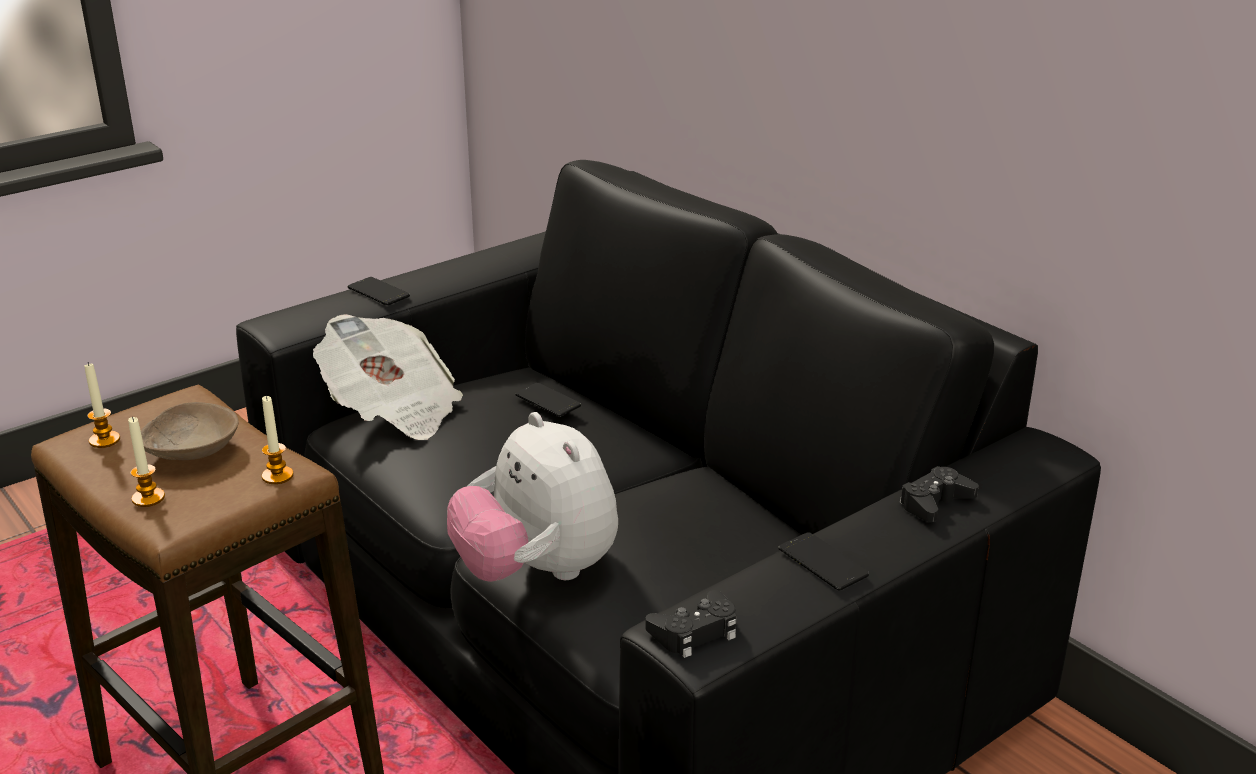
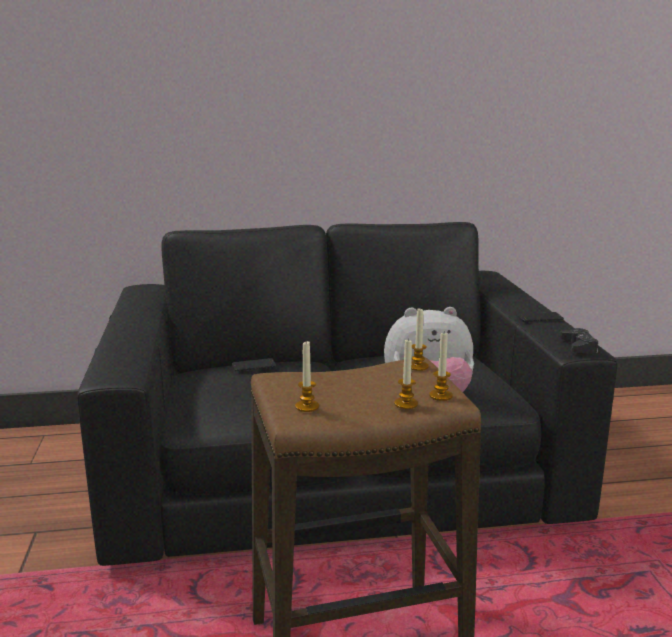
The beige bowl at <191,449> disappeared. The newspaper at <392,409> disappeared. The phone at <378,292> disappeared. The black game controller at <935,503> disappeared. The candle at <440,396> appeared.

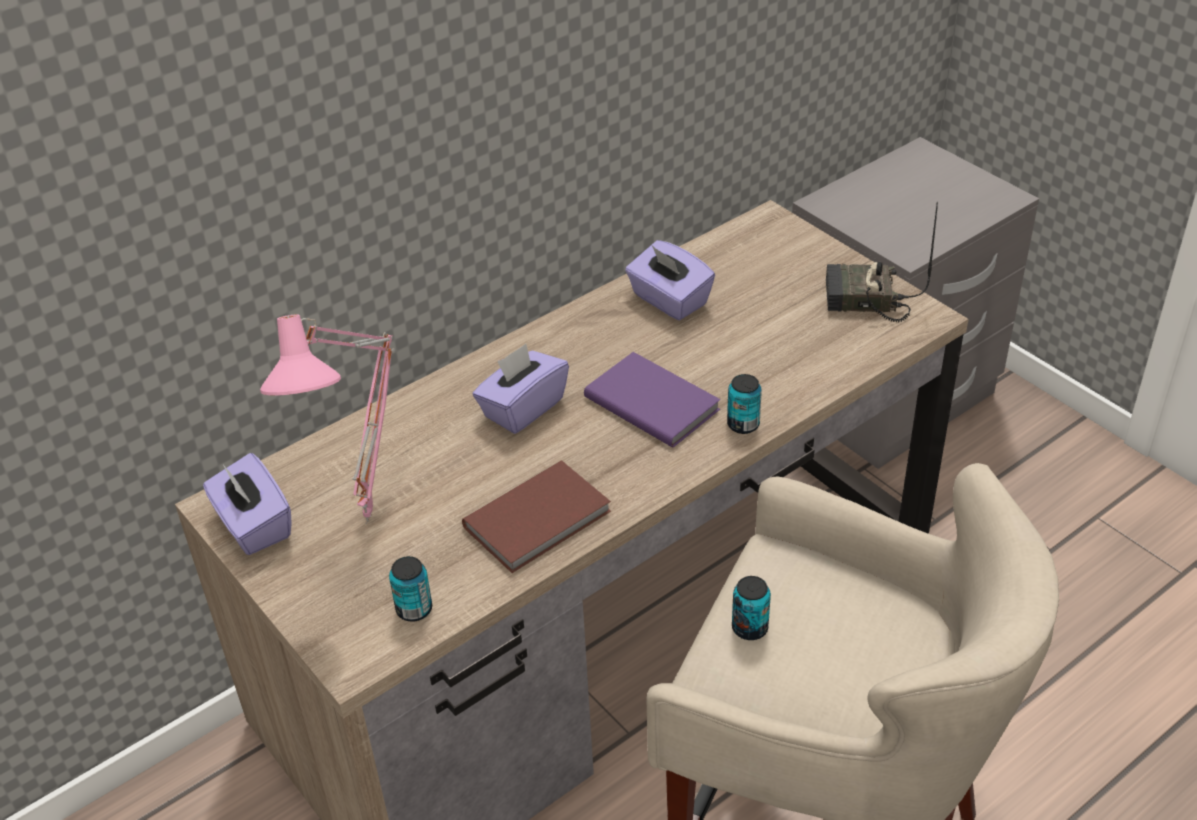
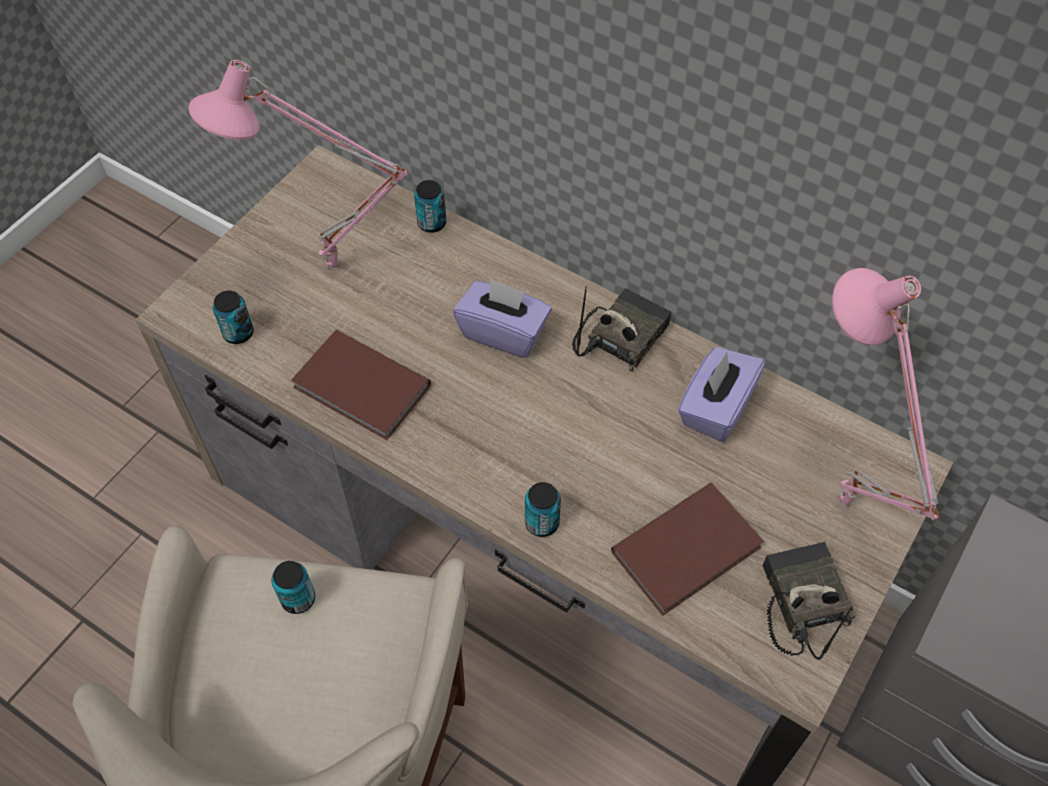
The purple tissue box at <253,525> disappeared. The purple book at <652,401> disappeared. The can at <432,223> appeared. The radio at <620,336> appeared. The brown book at <689,551> appeared. The pink table lamp at <836,504> appeared.

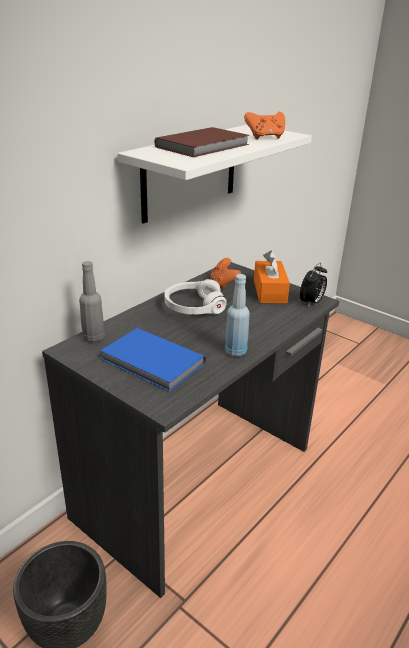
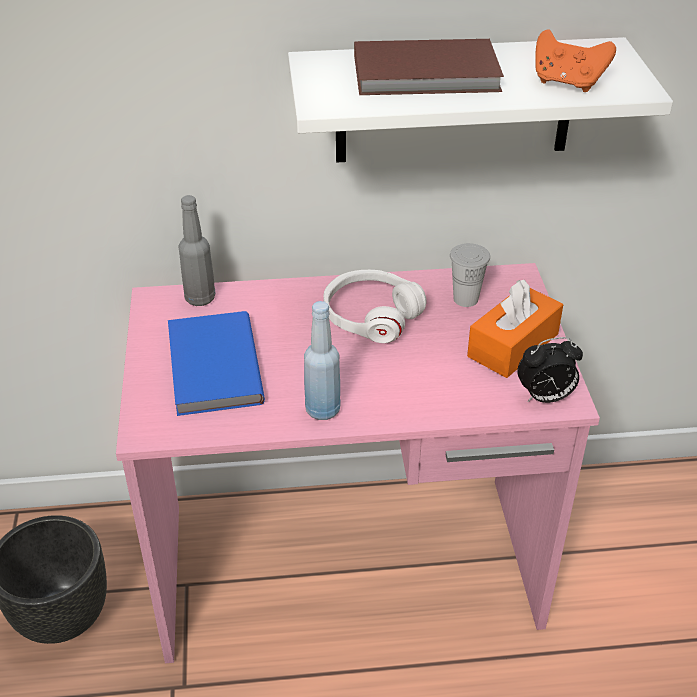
The orange game controller at <223,284> was replaced by the white cup at <465,299>. The grey desk at <199,482> became the pink desk at <349,568>.

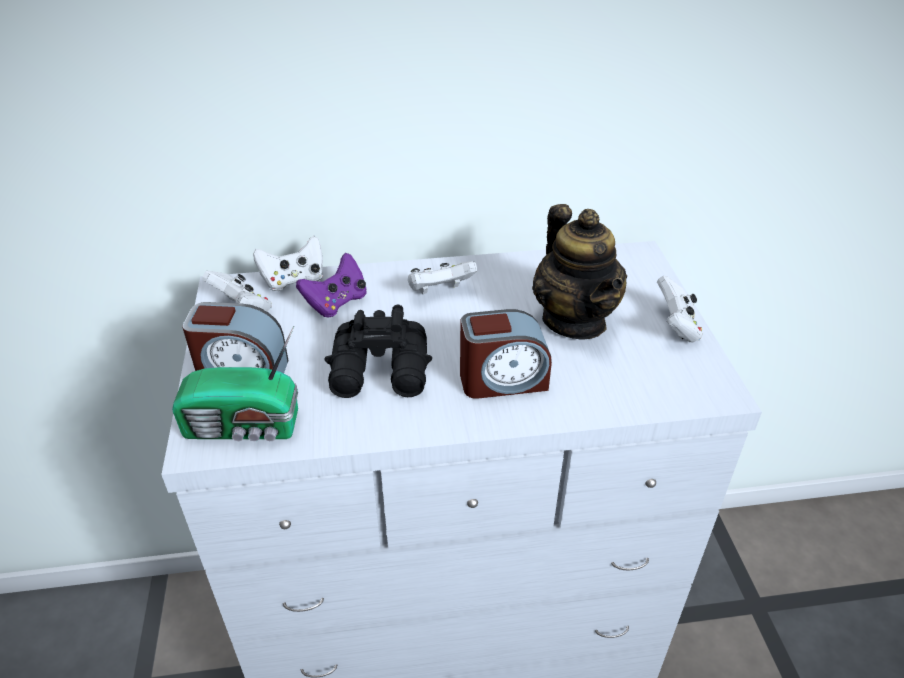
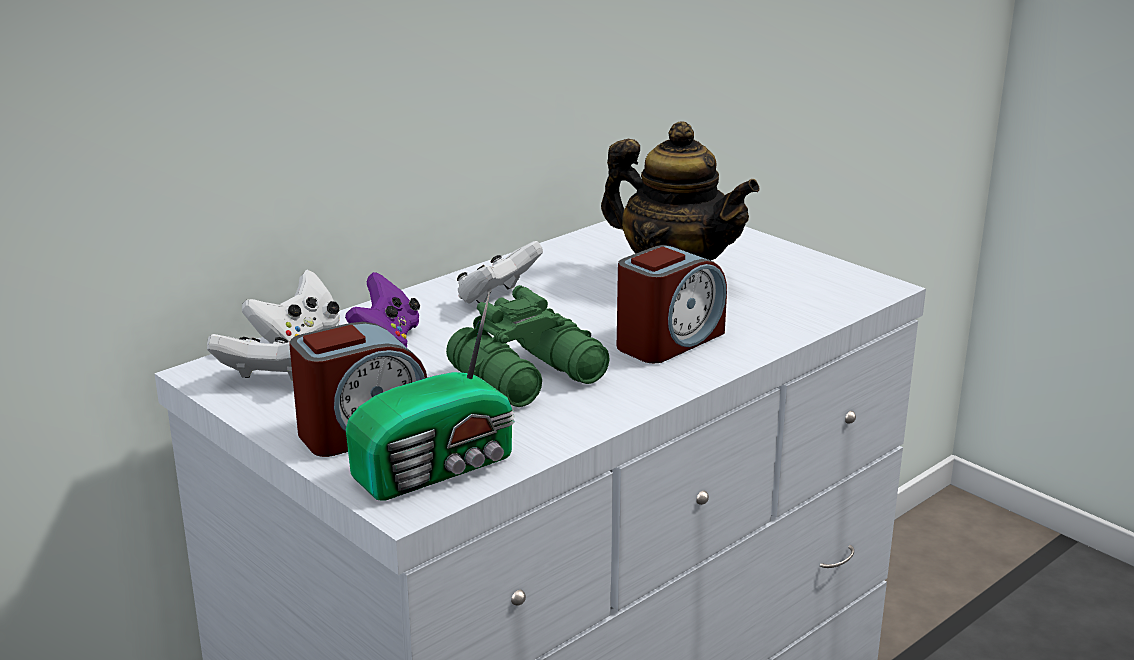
The white game controller at <676,327> disappeared. The black binoculars at <382,373> became the green binoculars at <532,376>.

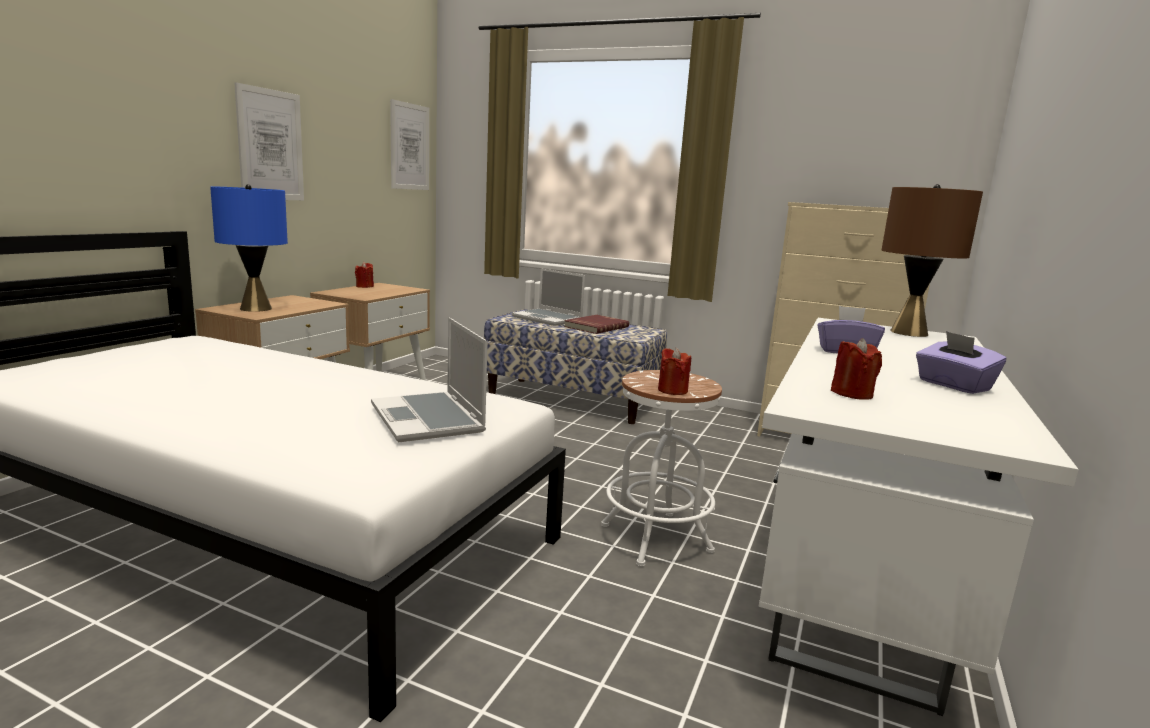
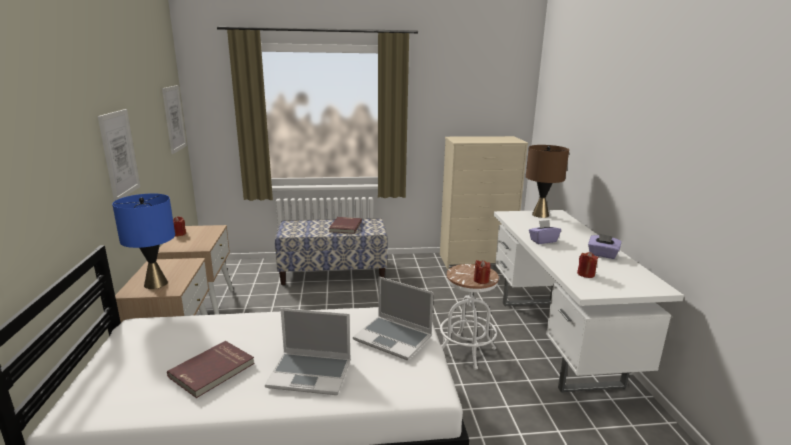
The red book at <213,370> appeared. The laptop moved from <548,319> to <311,374>.

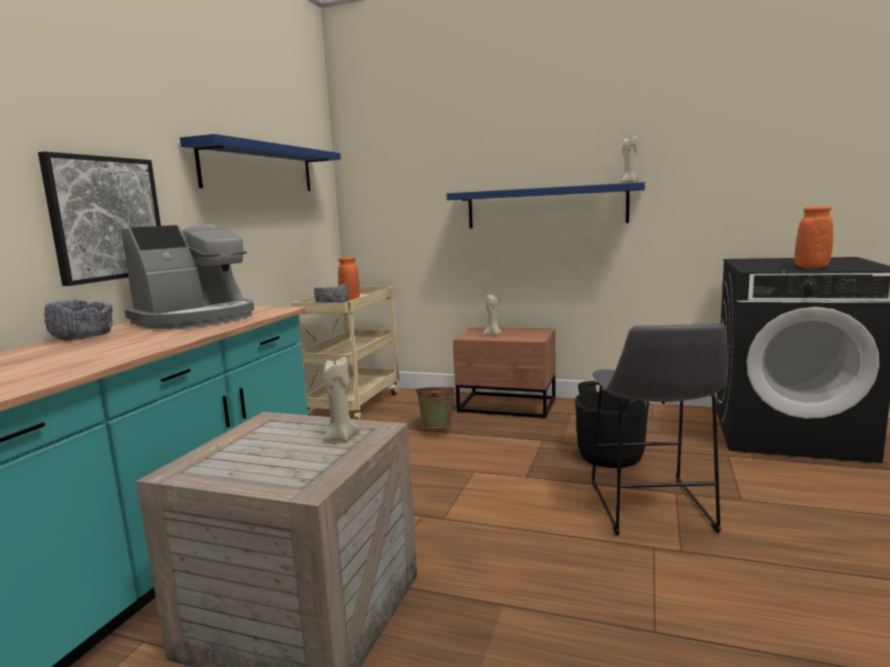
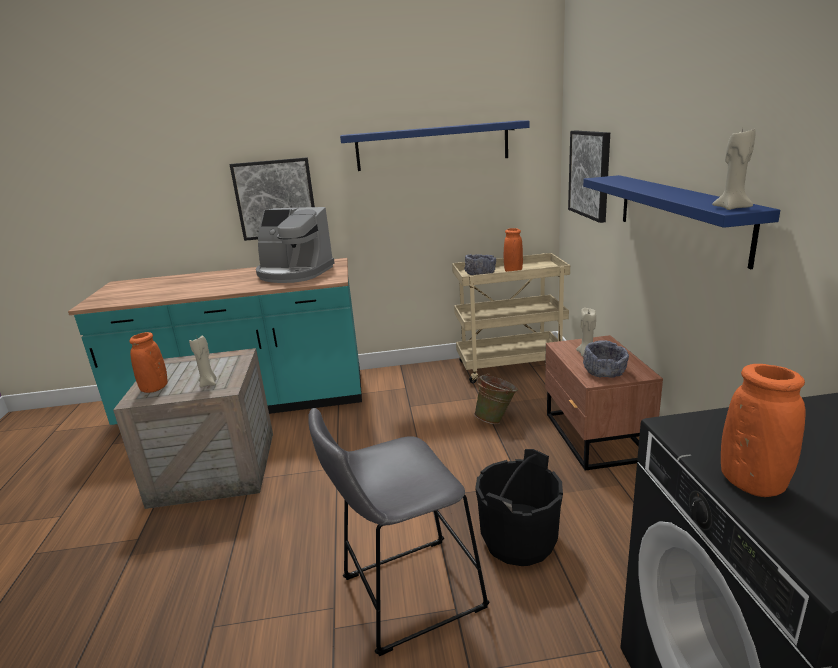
The orange vase at <154,388> appeared. The picture at <590,174> appeared. The grey bowl moved from <83,337> to <604,372>.

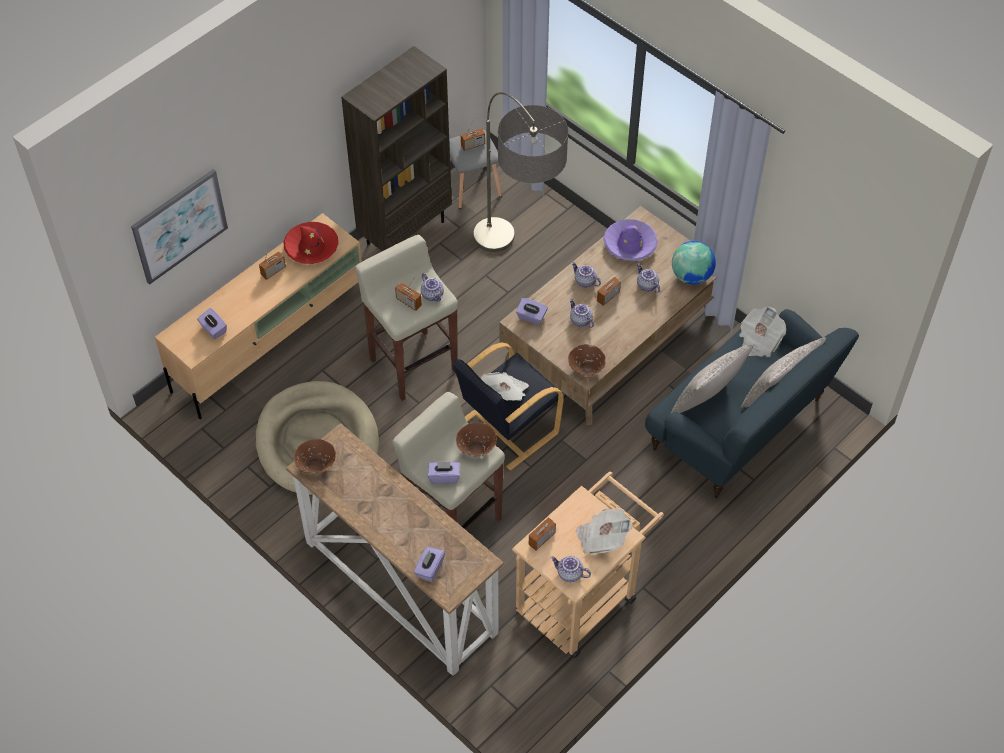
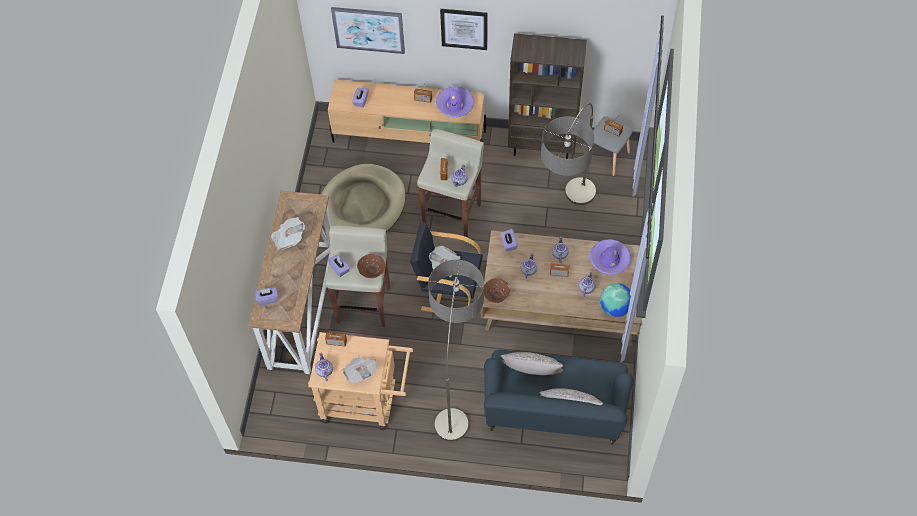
The brown bowl at <316,464> disappeared. The floor lamp at <456,387> appeared. The picture at <464,28> appeared. The newspaper moved from <758,341> to <288,238>. The red hat at <311,247> became the purple hat at <455,105>.

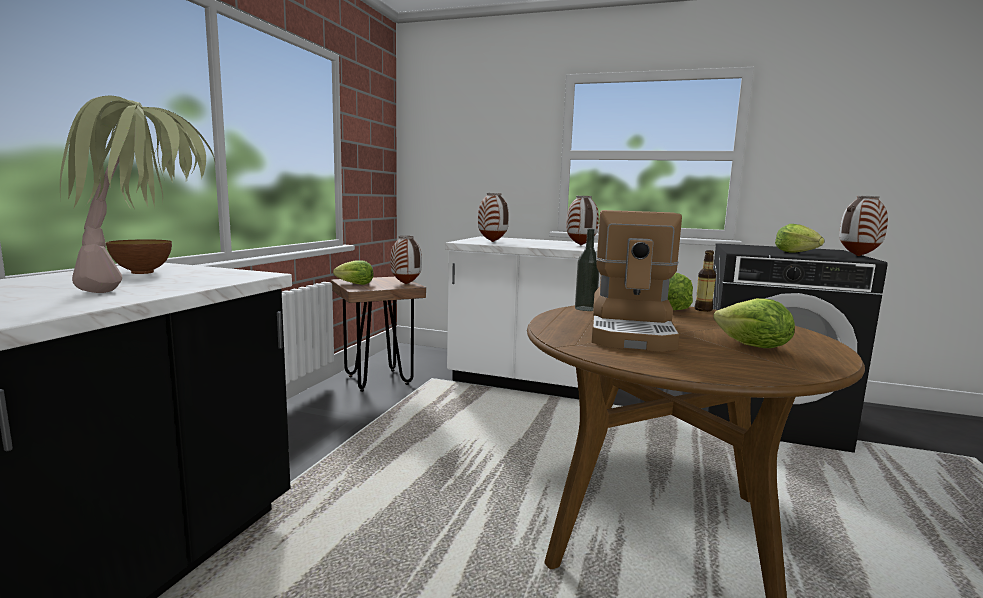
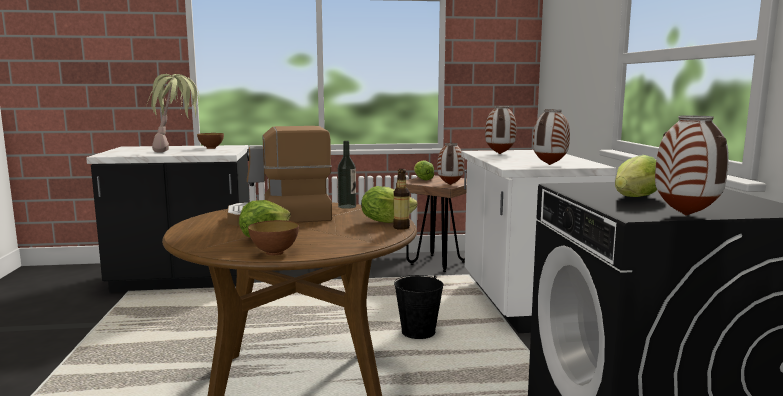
The bowl at <274,253> appeared. The black bucket at <418,333> appeared.

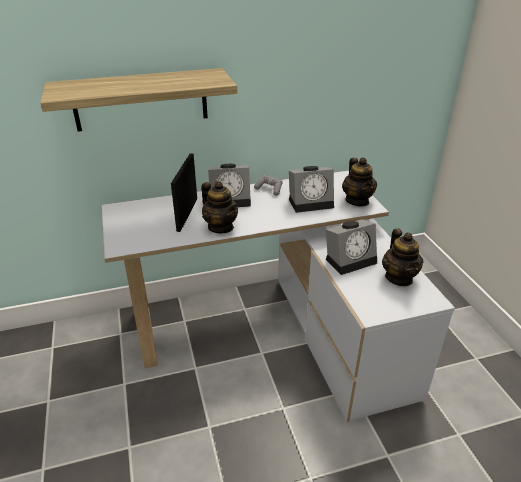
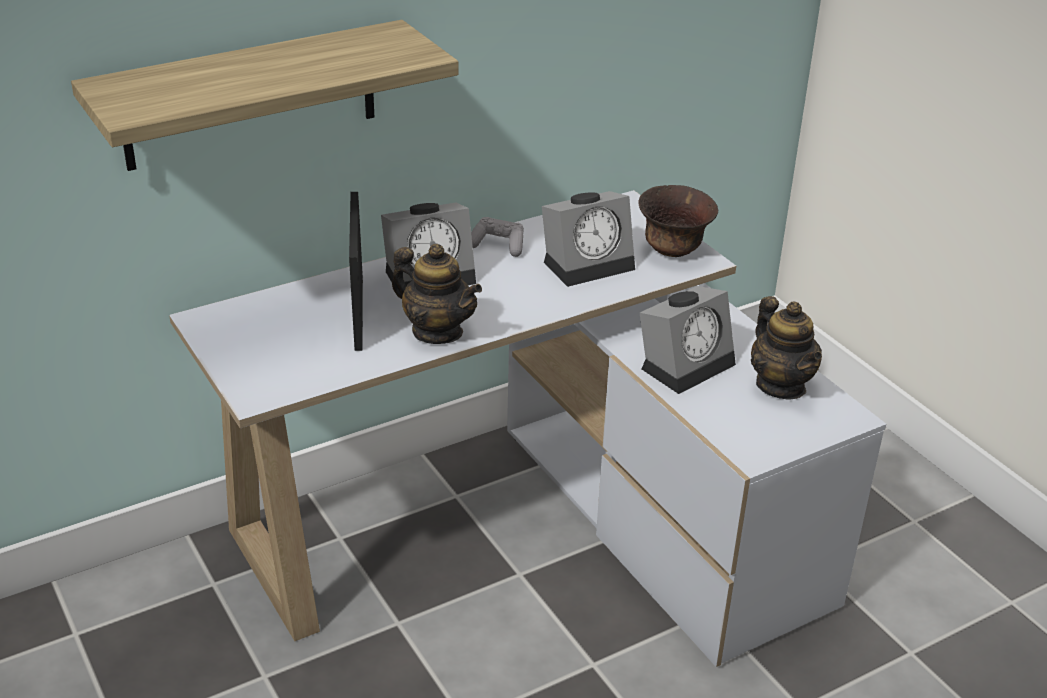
The teapot at <357,201> was replaced by the brown bowl at <673,250>.

